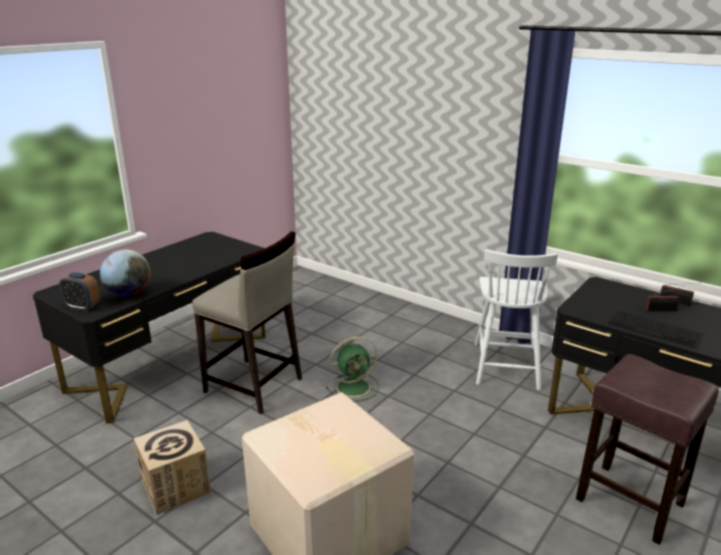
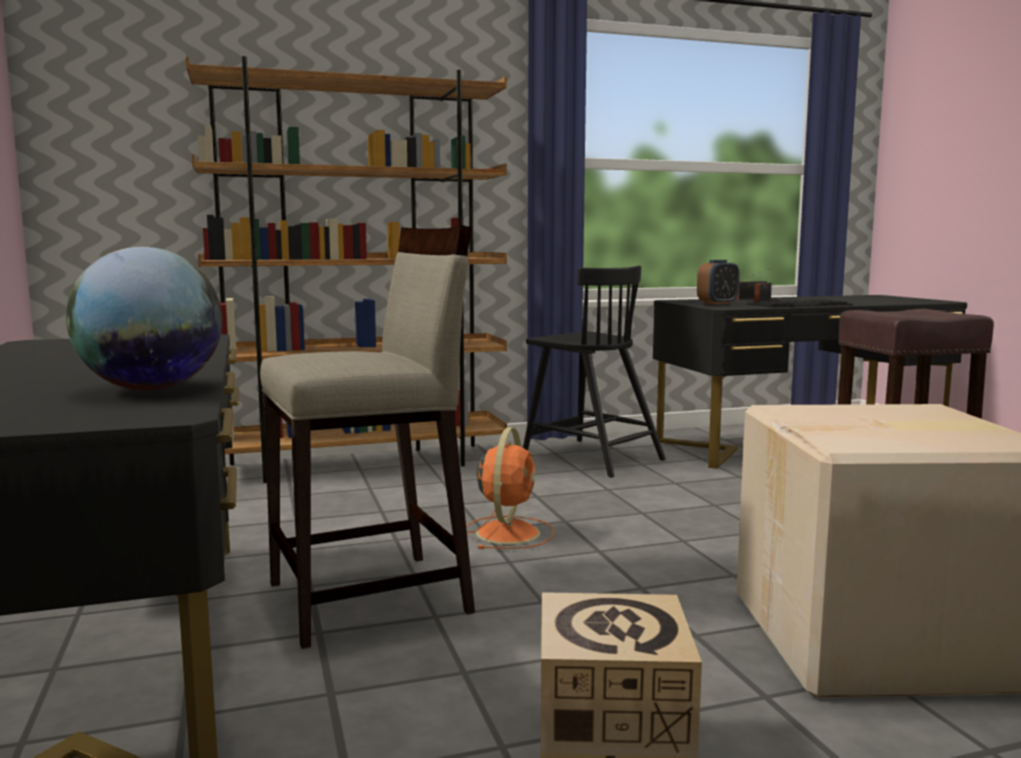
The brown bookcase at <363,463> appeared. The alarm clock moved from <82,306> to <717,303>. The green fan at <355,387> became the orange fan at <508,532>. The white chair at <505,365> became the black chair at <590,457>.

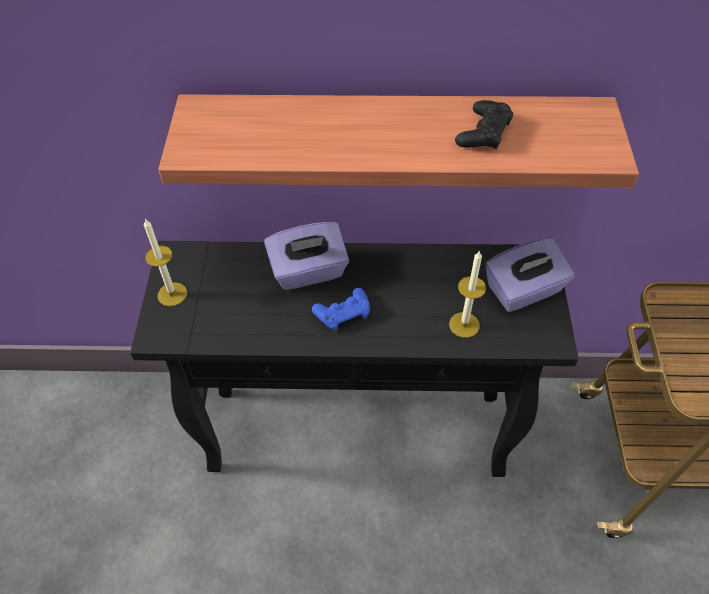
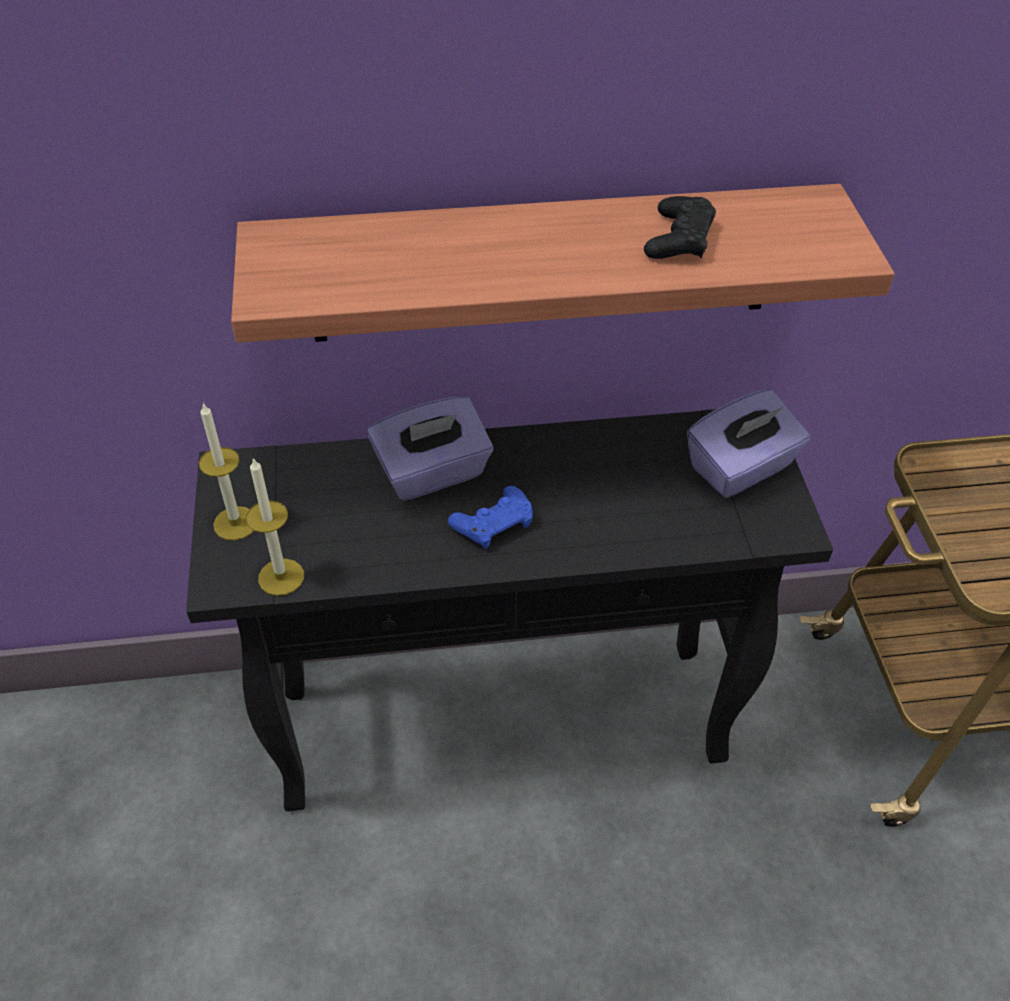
The candle moved from <464,325> to <281,577>.

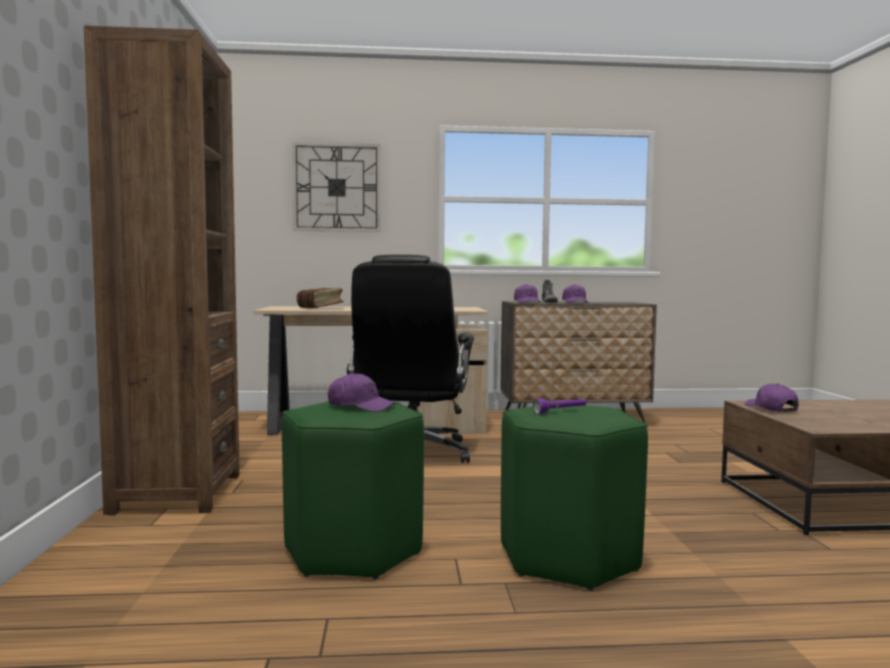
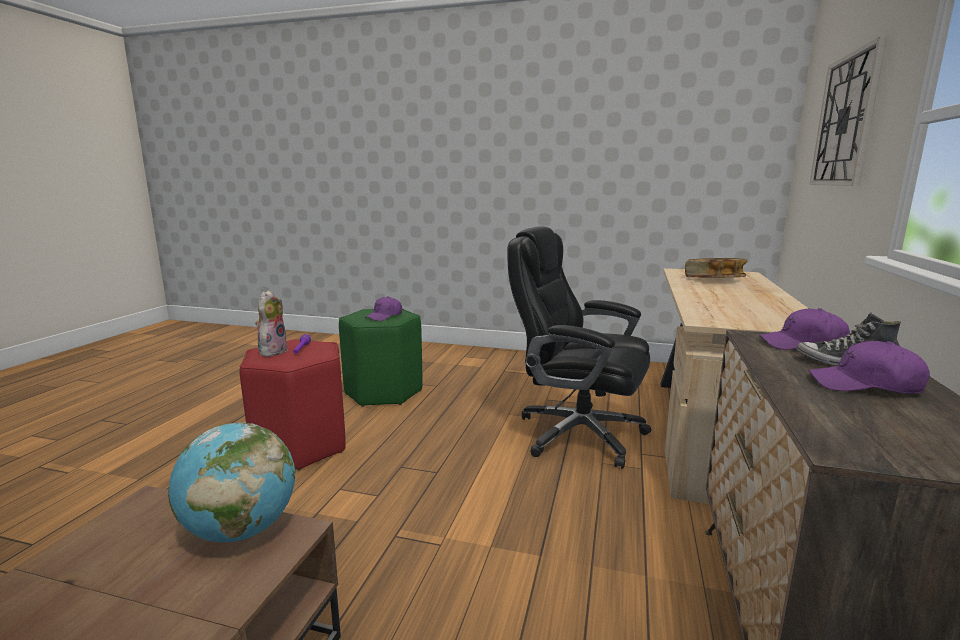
The brown bookcase at <177,493> disappeared. The plush toy at <272,351> appeared. The purple cap at <771,409> was replaced by the globe at <241,530>. The green stool at <570,558> became the red stool at <300,447>.

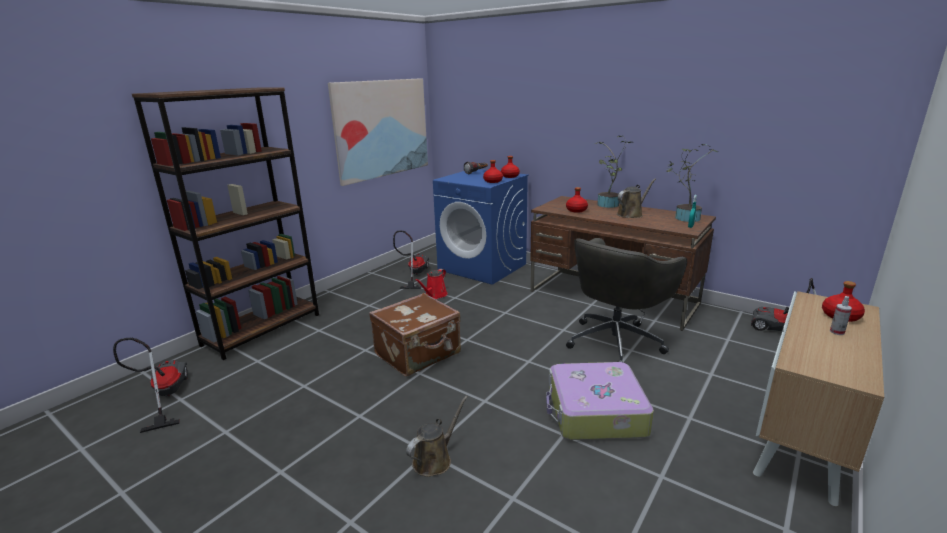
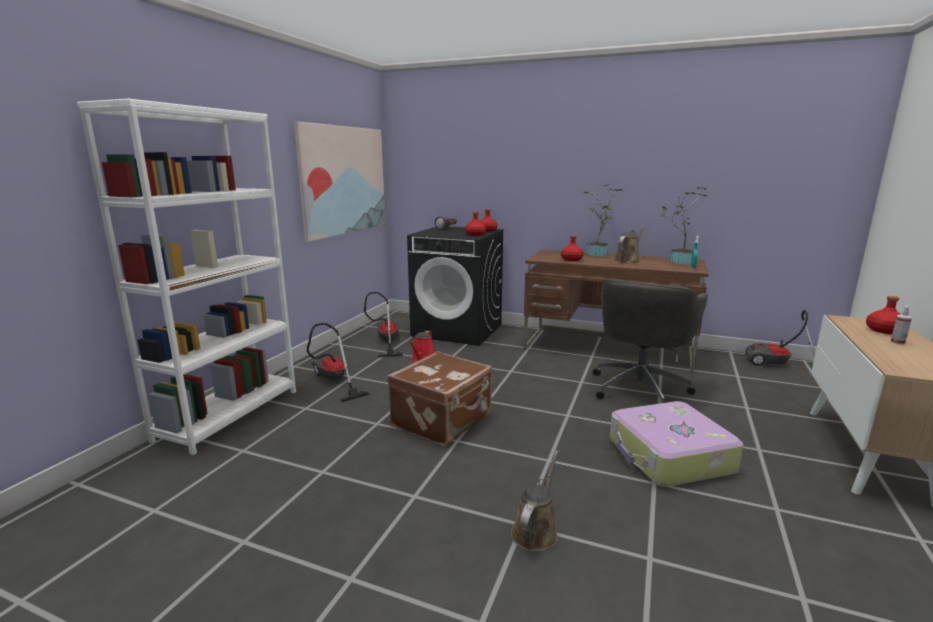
The vacuum cleaner moved from <164,396> to <333,381>. The brown bookcase at <262,329> became the white bookcase at <230,414>. The blue washing machine at <483,267> became the black washing machine at <458,330>.

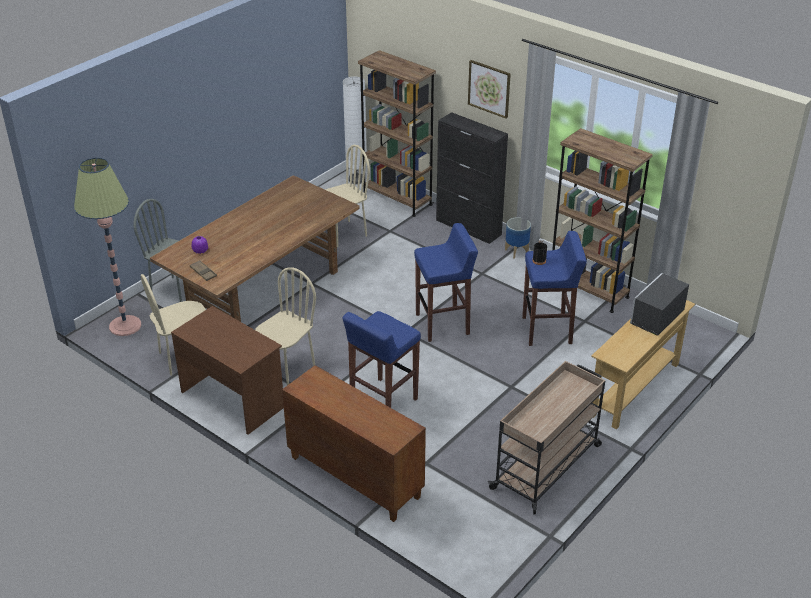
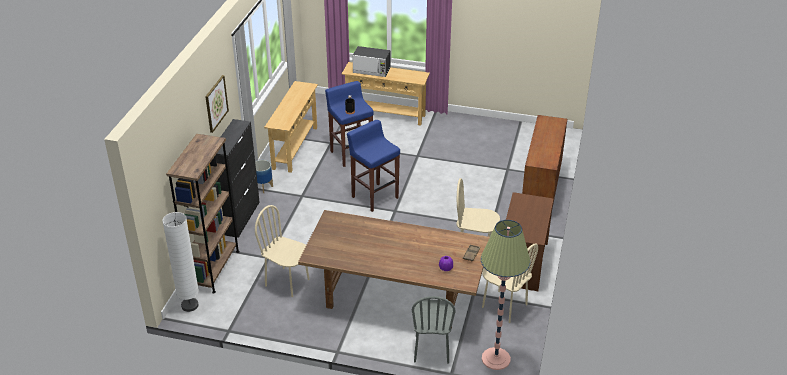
The blue stool at <383,401> disappeared. The beige cart at <547,466> disappeared. The brown bookcase at <588,290> was replaced by the beige console table at <294,148>.

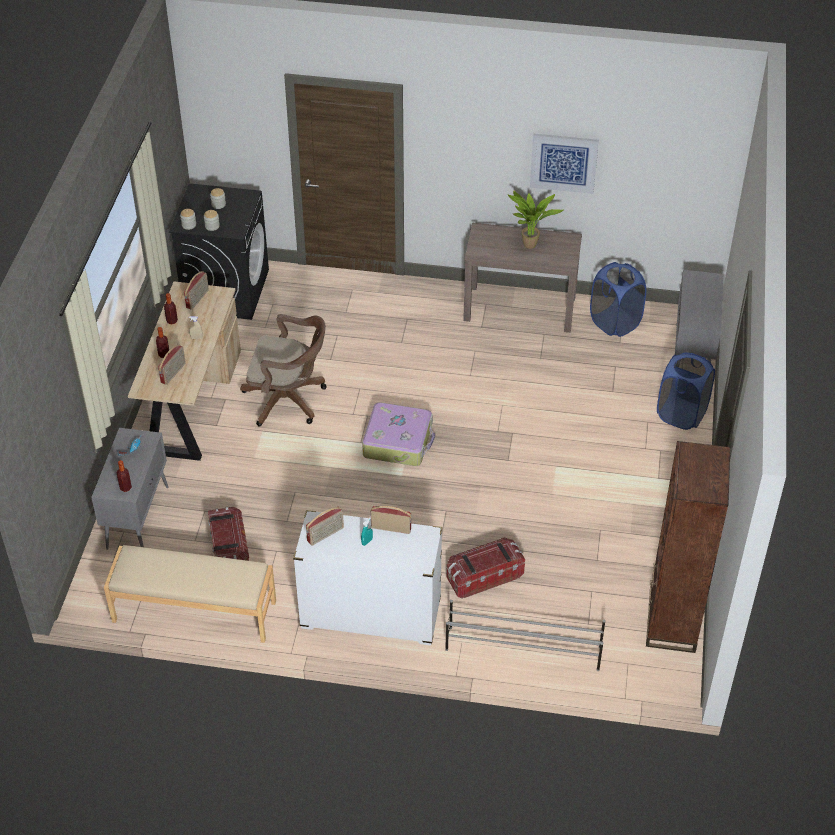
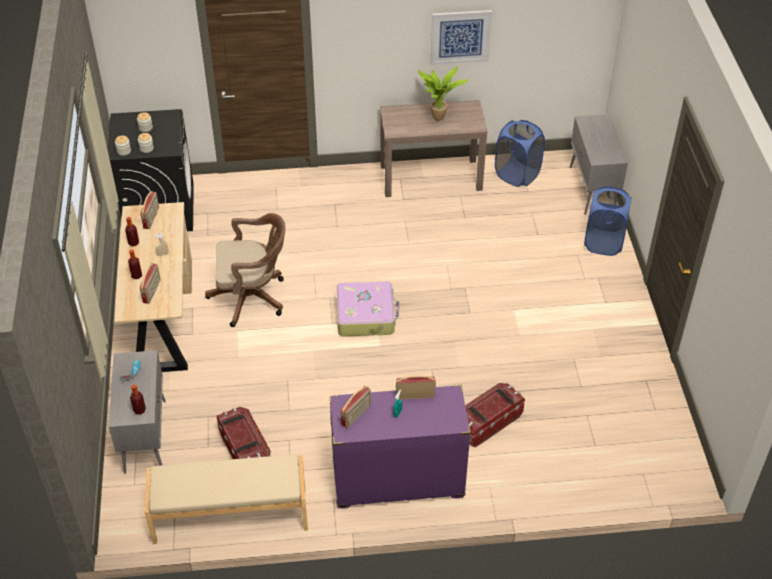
The grey shoe rack at <522,648> disappeared. The brown bookcase at <671,621> disappeared. The white dresser at <370,614> became the purple dresser at <397,481>.

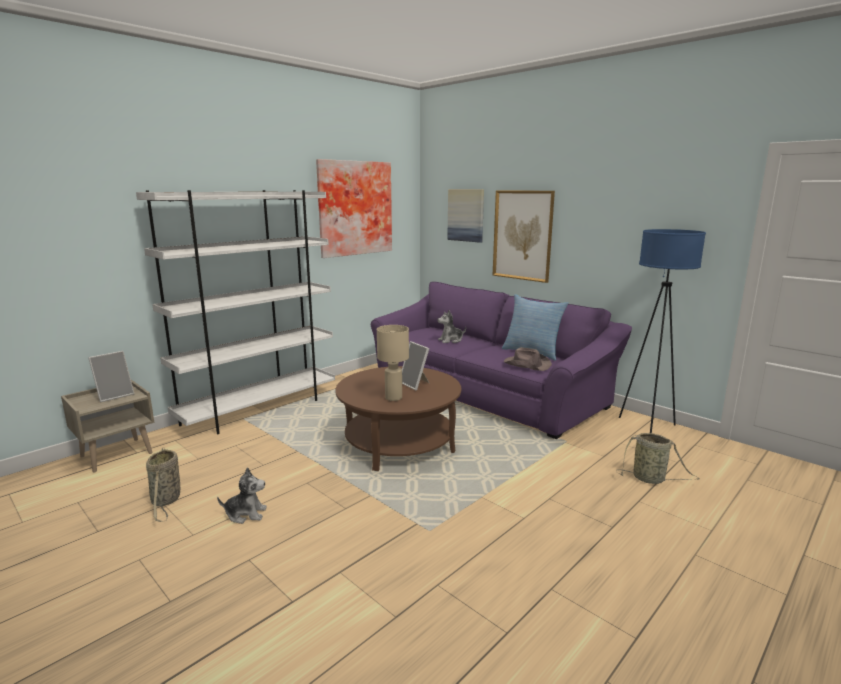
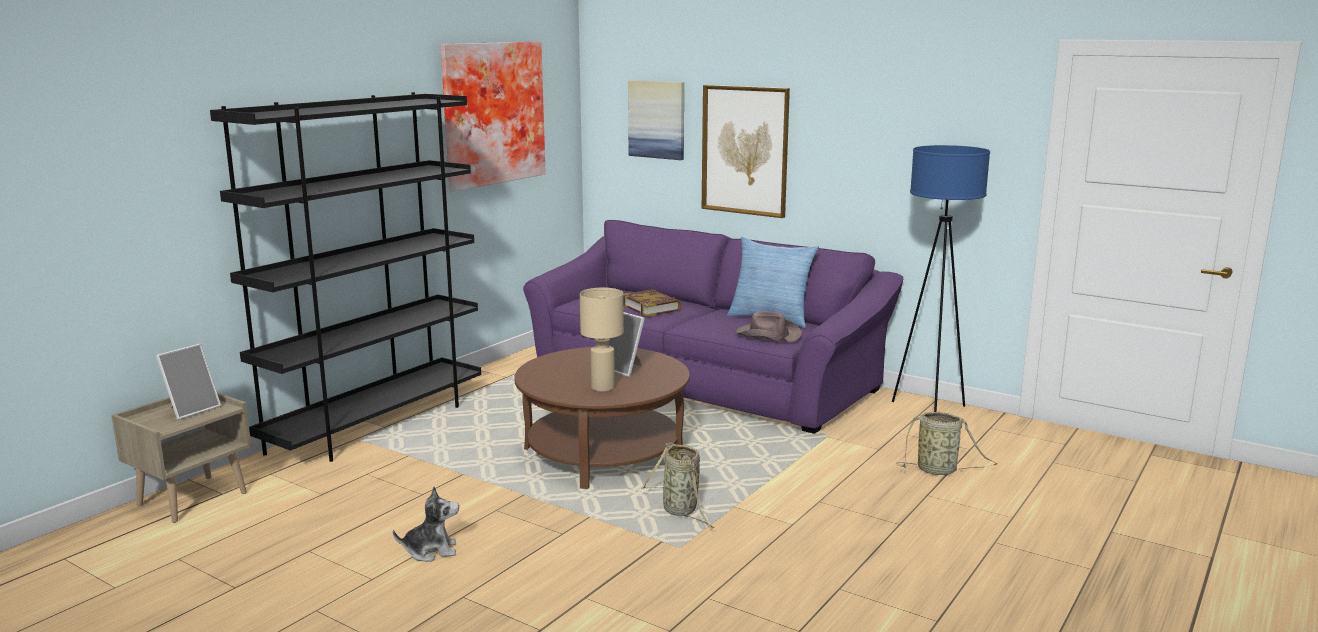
The basket moved from <166,501> to <681,511>. The plush toy at <451,340> was replaced by the book at <650,307>. The white bookcase at <260,409> became the black bookcase at <376,425>.

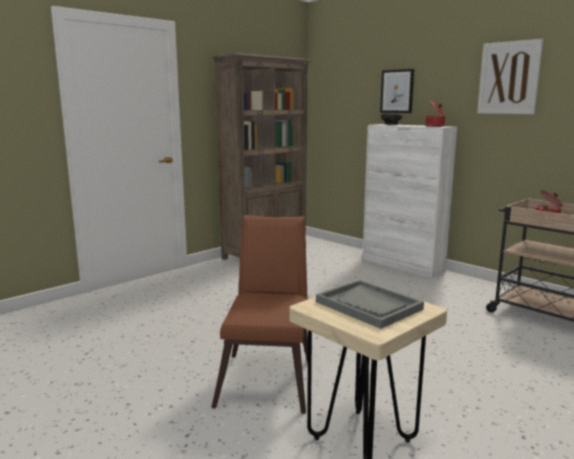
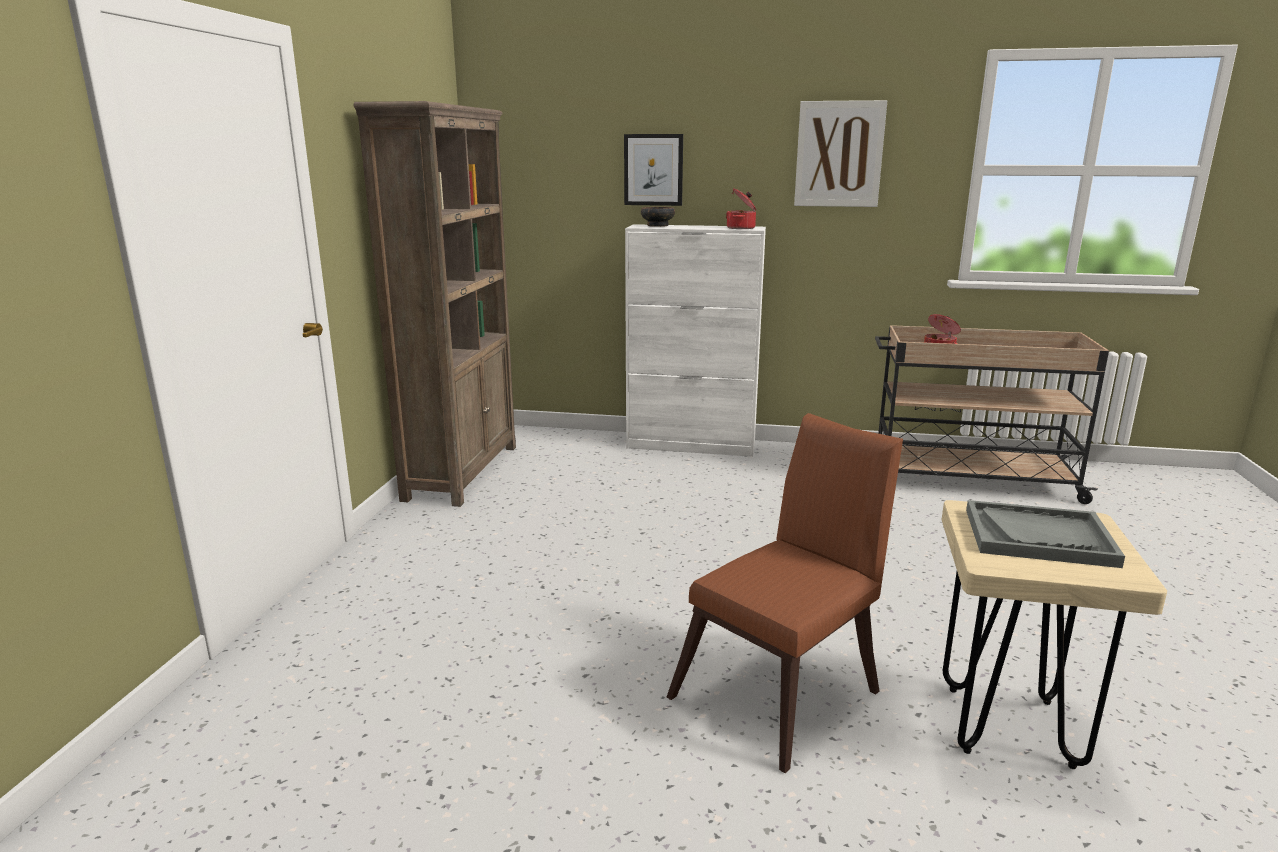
The brown chair at <268,378> turned 75 degrees clockwise.

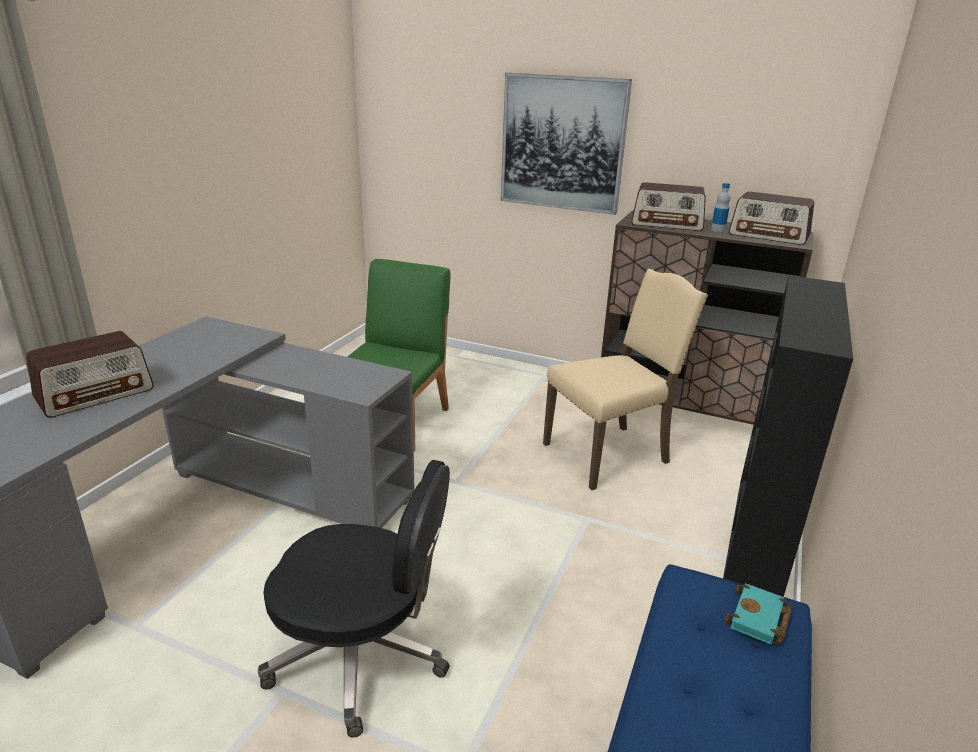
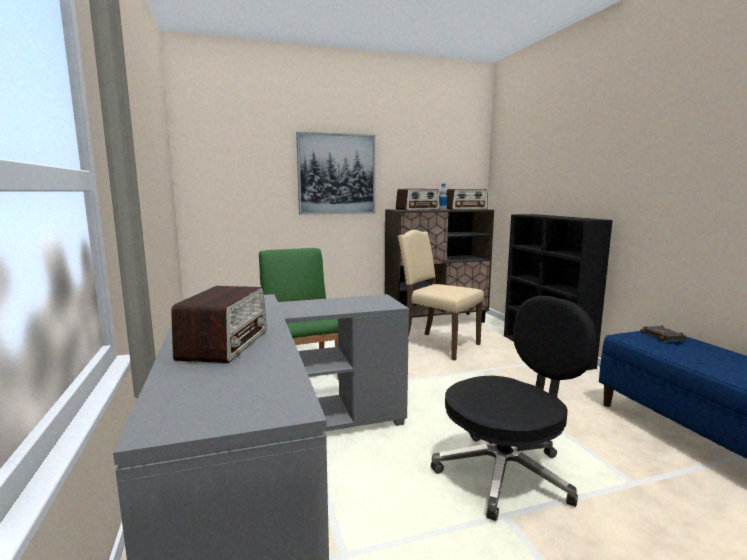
The turquoise book at <759,620> became the black book at <664,337>. The beige chair at <609,454> turned 75 degrees counterclockwise.

